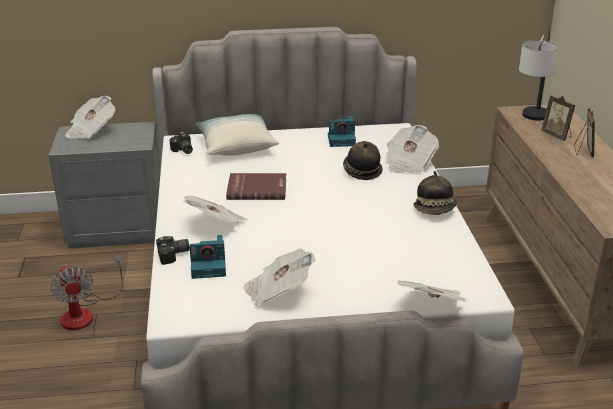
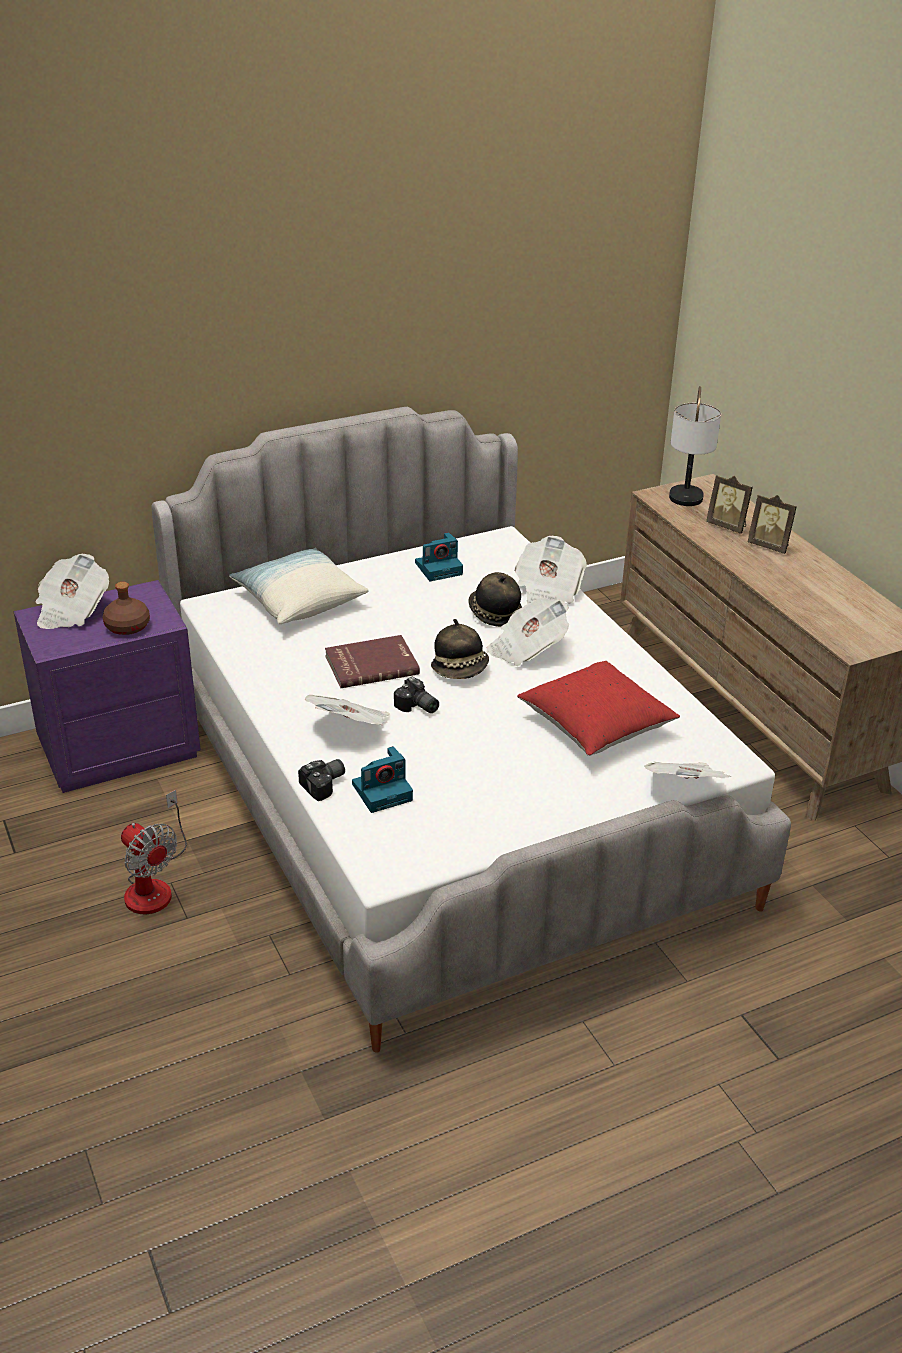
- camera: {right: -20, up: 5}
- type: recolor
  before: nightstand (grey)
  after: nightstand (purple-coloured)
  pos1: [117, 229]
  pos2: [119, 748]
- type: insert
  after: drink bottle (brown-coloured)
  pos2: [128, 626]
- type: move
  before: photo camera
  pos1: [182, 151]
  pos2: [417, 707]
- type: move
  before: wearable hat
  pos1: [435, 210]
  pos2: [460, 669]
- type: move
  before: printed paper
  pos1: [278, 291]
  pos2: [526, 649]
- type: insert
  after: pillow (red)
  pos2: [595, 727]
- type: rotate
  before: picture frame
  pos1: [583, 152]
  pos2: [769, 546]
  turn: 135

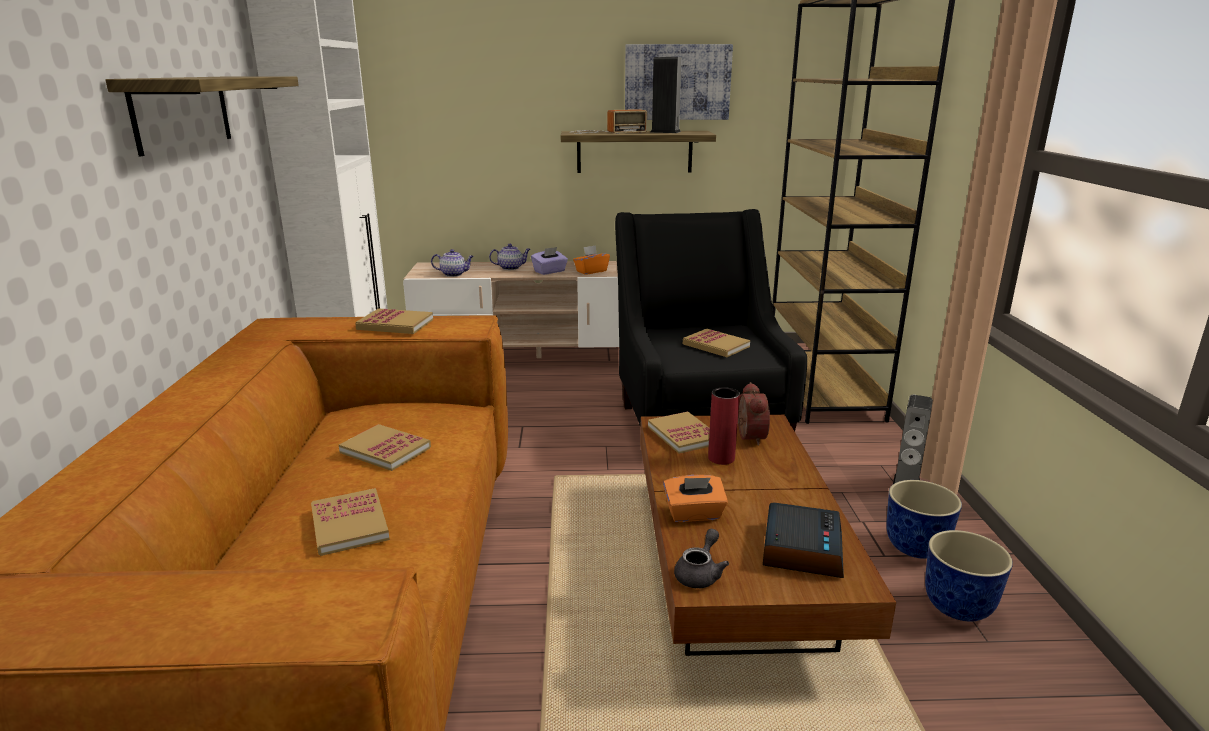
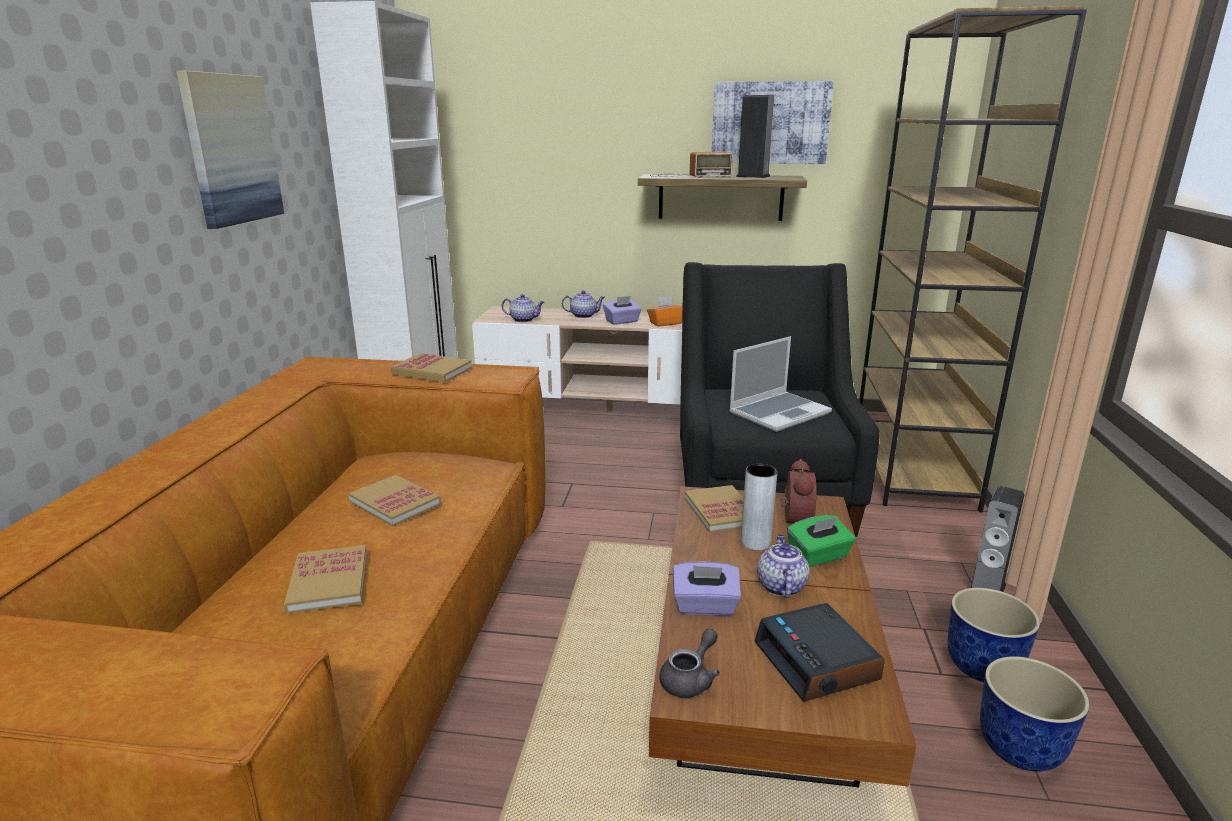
- camera: {right: 10, up: 0}
- type: replace
  before: shelf
  after: picture
  pos1: [182, 112]
  pos2: [231, 149]
- type: recolor
  before: tissue box (orangey)
  after: tissue box (purple-coloured)
  pos1: [694, 514]
  pos2: [705, 606]
- type: replace
  before: bound book
  after: notebook computer
  pos1: [716, 345]
  pos2: [779, 412]
- type: recolor
  before: decorative vase (red)
  after: decorative vase (grey)
  pos1: [721, 458]
  pos2: [755, 542]
- type: rotate
  before: table clock
  pos1: [801, 549]
  pos2: [817, 662]
  turn: 135
- type: insert
  after: tea pot
  pos2: [780, 586]
- type: insert
  after: tissue box (green-coloured)
  pos2: [818, 556]

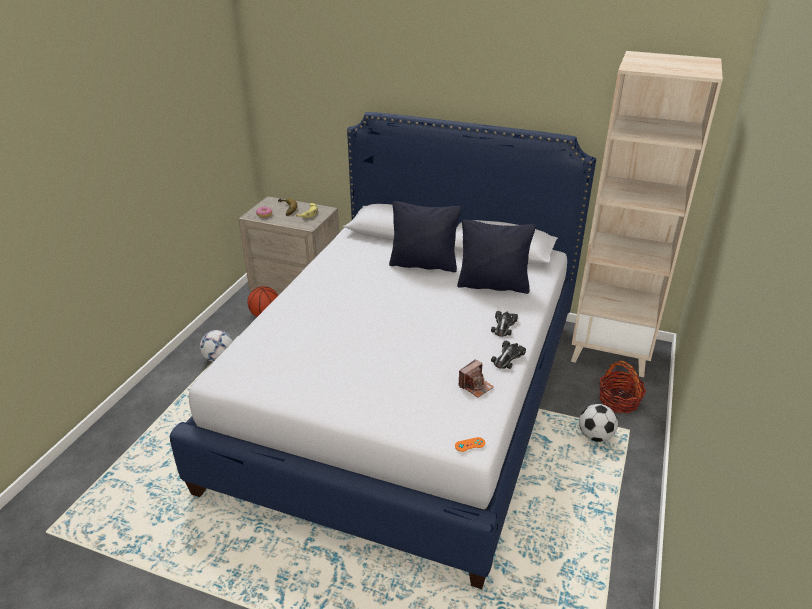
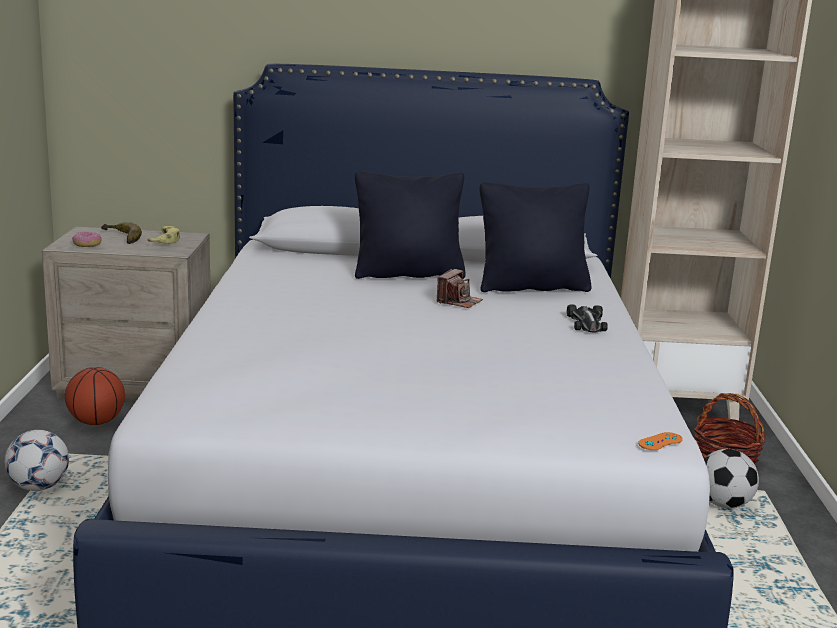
- camera: {right: -20, up: -15}
- type: move
  before: photo camera
  pos1: [475, 386]
  pos2: [458, 302]
- type: delete
  before: miniature car
  pos1: [507, 357]

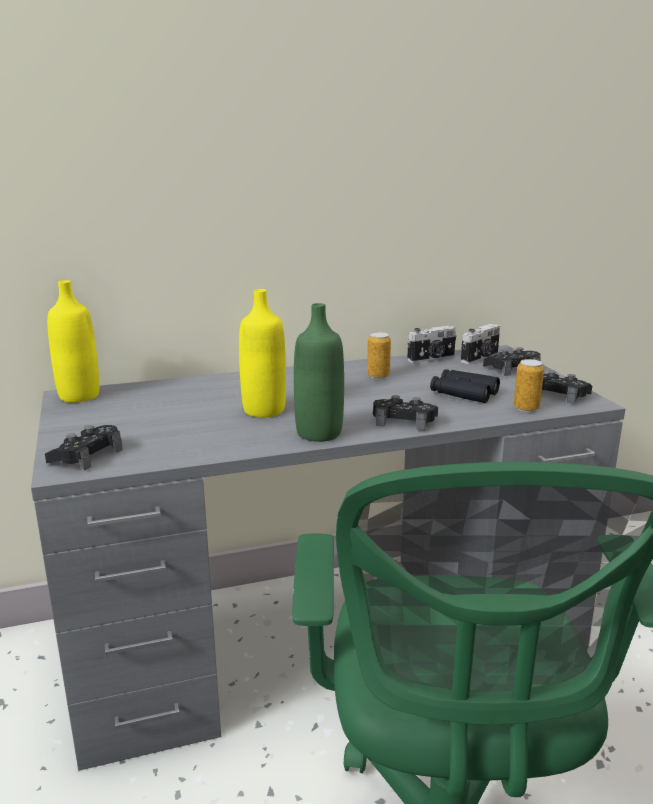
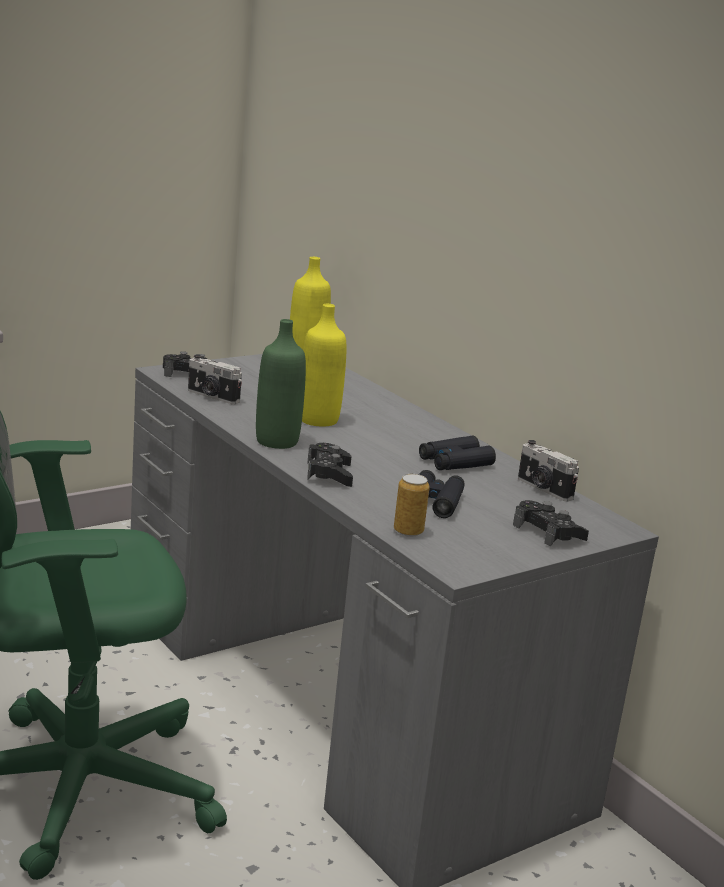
- camera: {right: 70, up: 0}
- type: move
  before: photo camera
  pos1: [481, 358]
  pos2: [212, 396]
- type: replace
  before: sealed can
  after: binoculars (black-coloured)
  pos1: [378, 376]
  pos2: [455, 462]
- type: delete
  before: joypad (black-coloured)
  pos1: [558, 395]

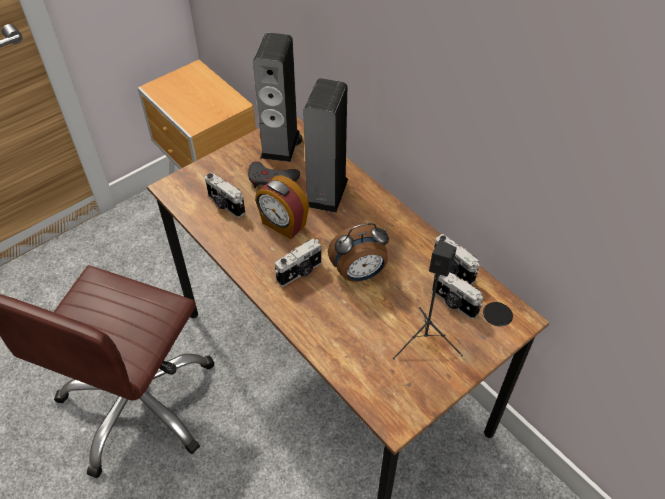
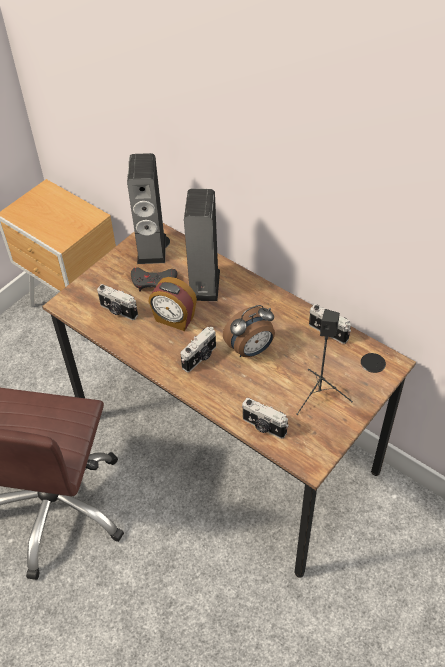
- camera: {right: -10, up: 0}
- type: move
  before: photo camera
  pos1: [453, 303]
  pos2: [263, 427]

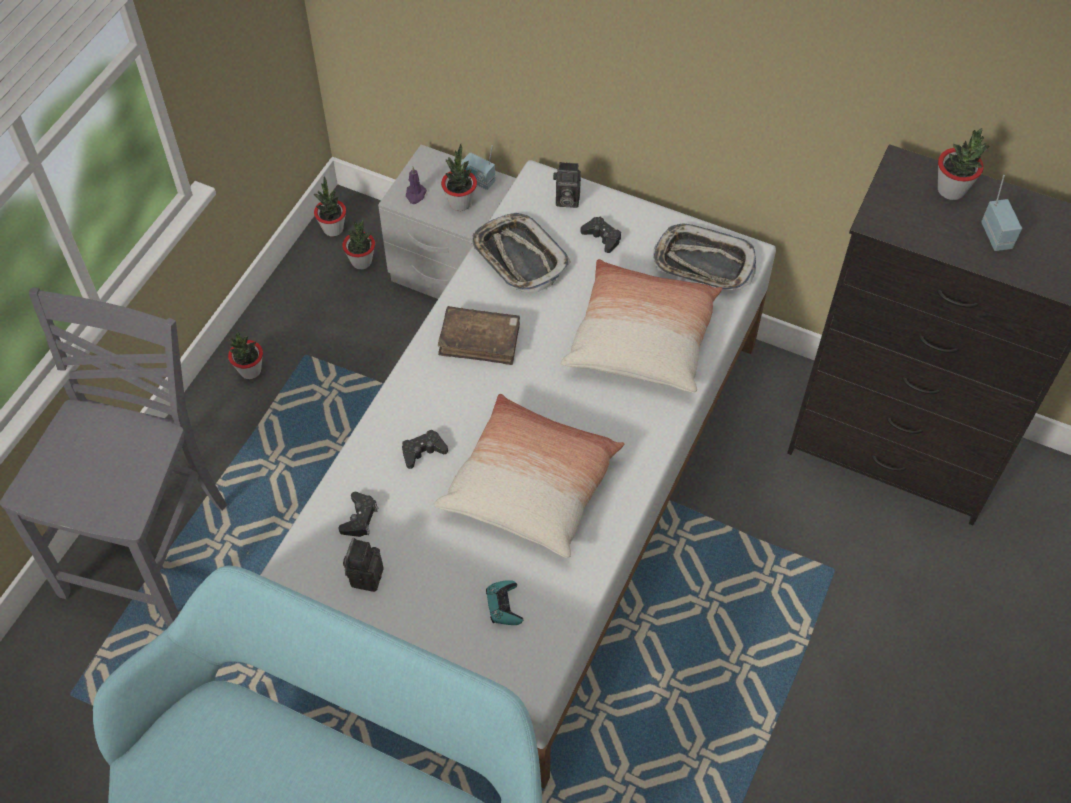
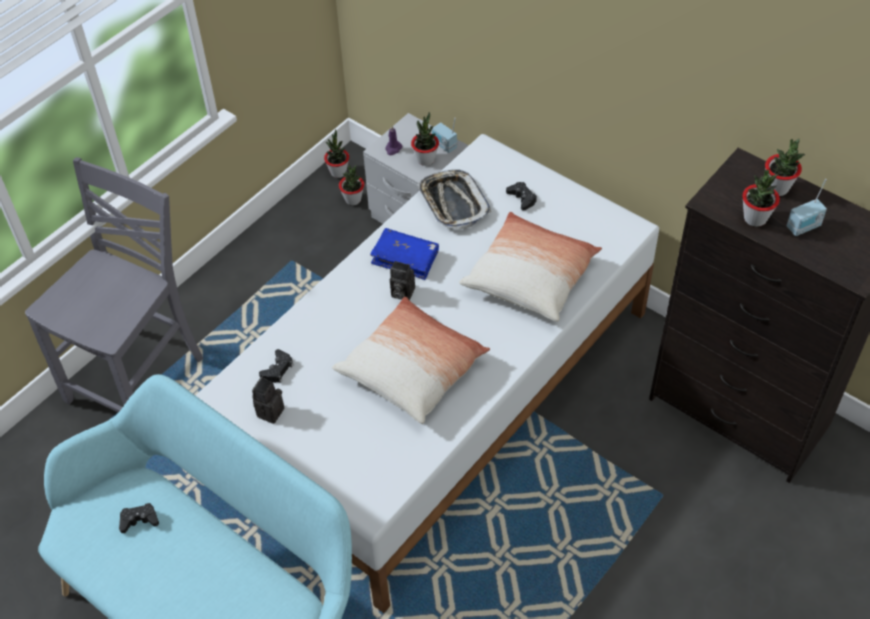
- camera: {right: 15, up: -5}
- type: move
  before: joypad (black-coloured)
  pos1: [423, 451]
  pos2: [139, 520]
- type: recolor
  before: bound book (brown-coloured)
  after: bound book (blue-coloured)
  pos1: [480, 341]
  pos2: [405, 258]
- type: move
  before: photo camera
  pos1: [566, 200]
  pos2: [401, 293]
- type: move
  before: houseplant
  pos1: [250, 371]
  pos2: [755, 218]
- type: rotate
  before: radio receiver
  pos1: [997, 236]
  pos2: [804, 227]
  turn: 60
- type: delete
  before: joypad (turquoise)
  pos1: [504, 606]
- type: delete
  before: tray
  pos1: [703, 263]

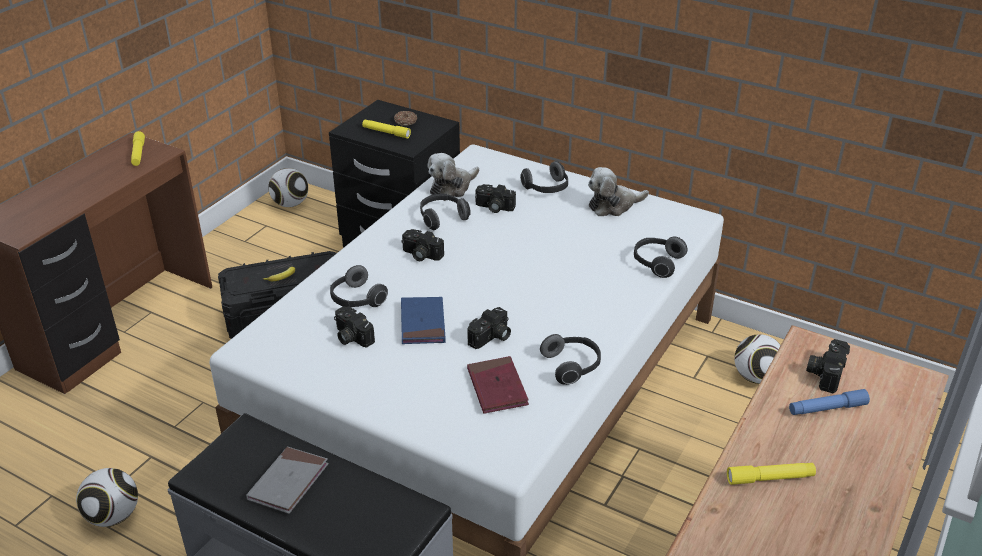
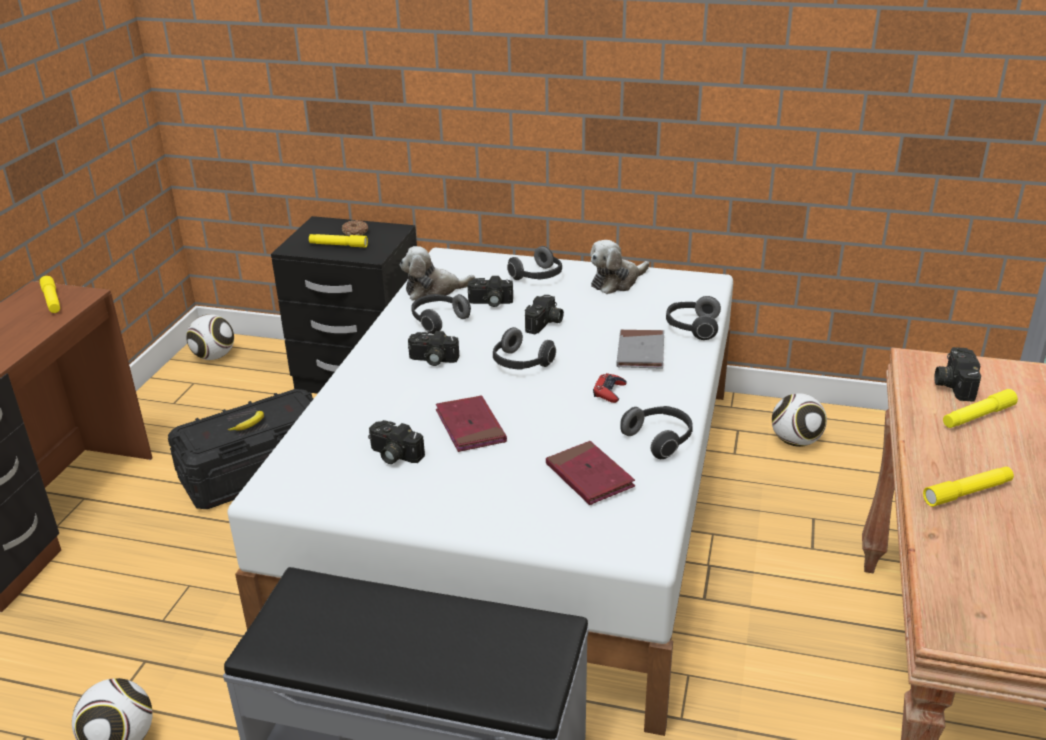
- camera: {right: -15, up: -5}
- type: rotate
  before: plush toy
  pos1: [452, 188]
  pos2: [434, 291]
  turn: 45
- type: recolor
  before: bound book (blue-coloured)
  after: bound book (red)
  pos1: [422, 323]
  pos2: [470, 427]
- type: move
  before: headset
  pos1: [356, 300]
  pos2: [520, 364]
- type: move
  before: photo camera
  pos1: [491, 338]
  pos2: [545, 324]
- type: insert
  after: joypad (red)
  pos2: [609, 392]
- type: move
  before: bound book (grey)
  pos1: [288, 482]
  pos2: [640, 352]
- type: recolor
  before: hand torch (blue-coloured)
  after: hand torch (yellowish)
  pos1: [827, 408]
  pos2: [977, 416]

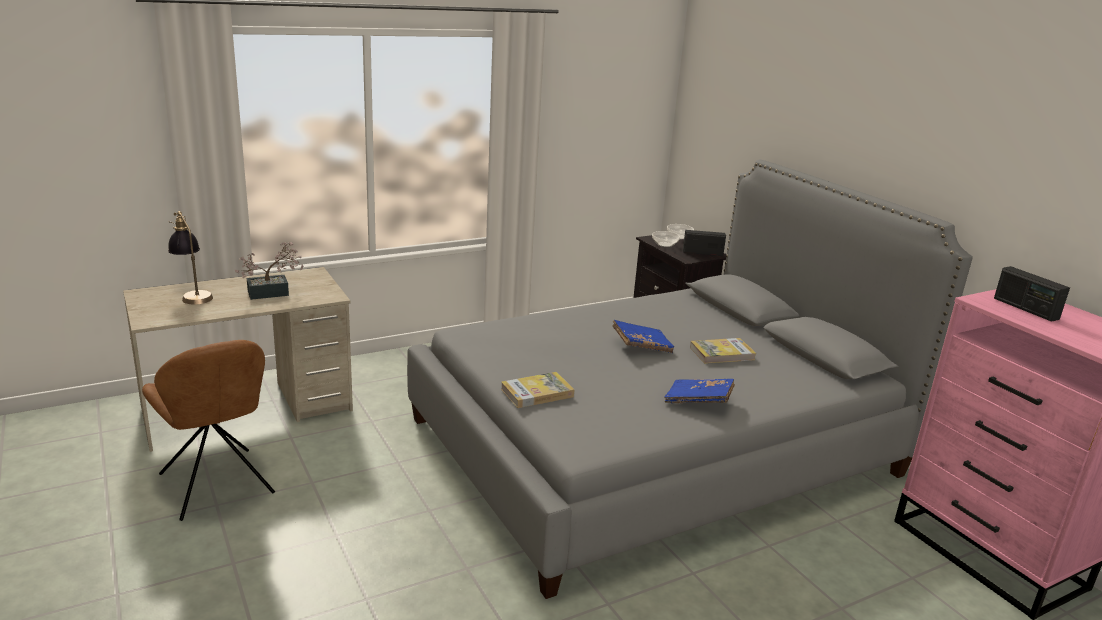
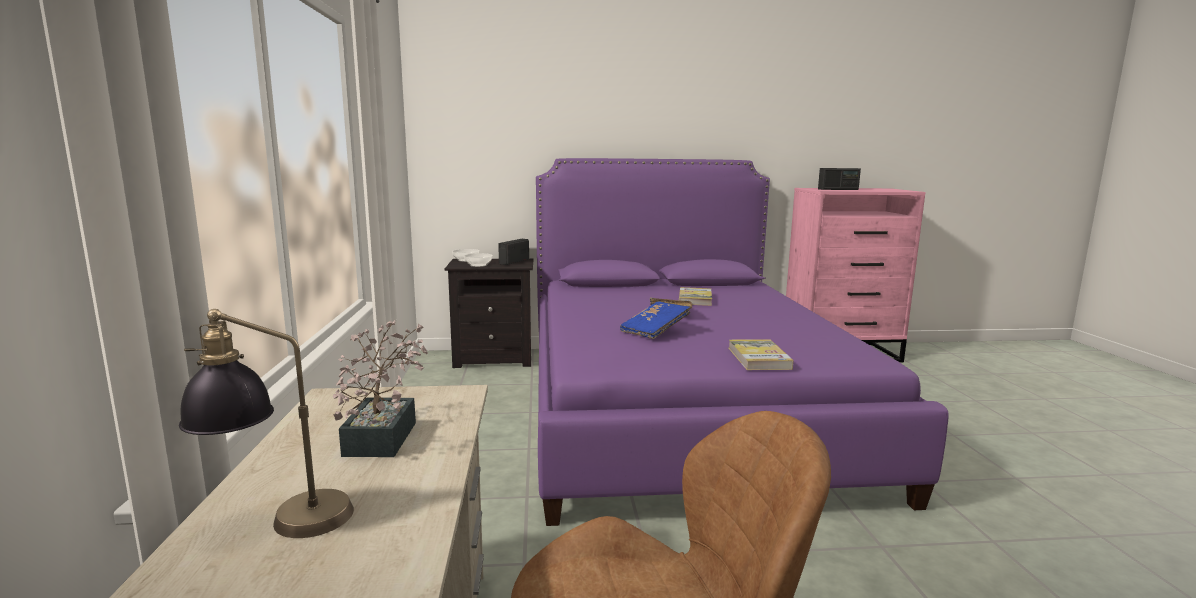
- camera: {right: -65, up: -10}
- type: recolor
  before: bed (grey)
  after: bed (purple-coloured)
  pos1: [654, 446]
  pos2: [680, 408]
- type: move
  before: bound book (blue-coloured)
  pos1: [698, 401]
  pos2: [655, 330]

